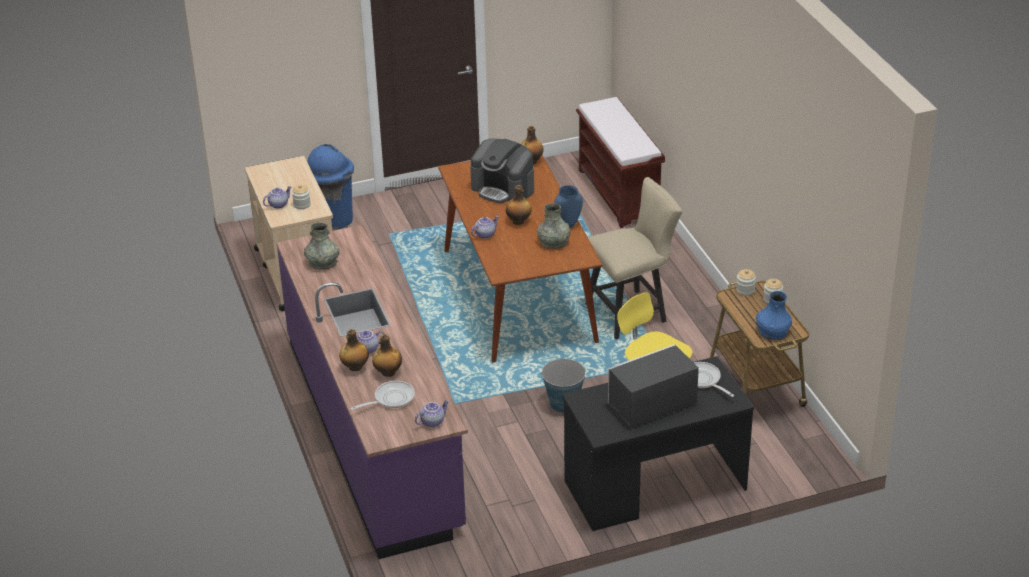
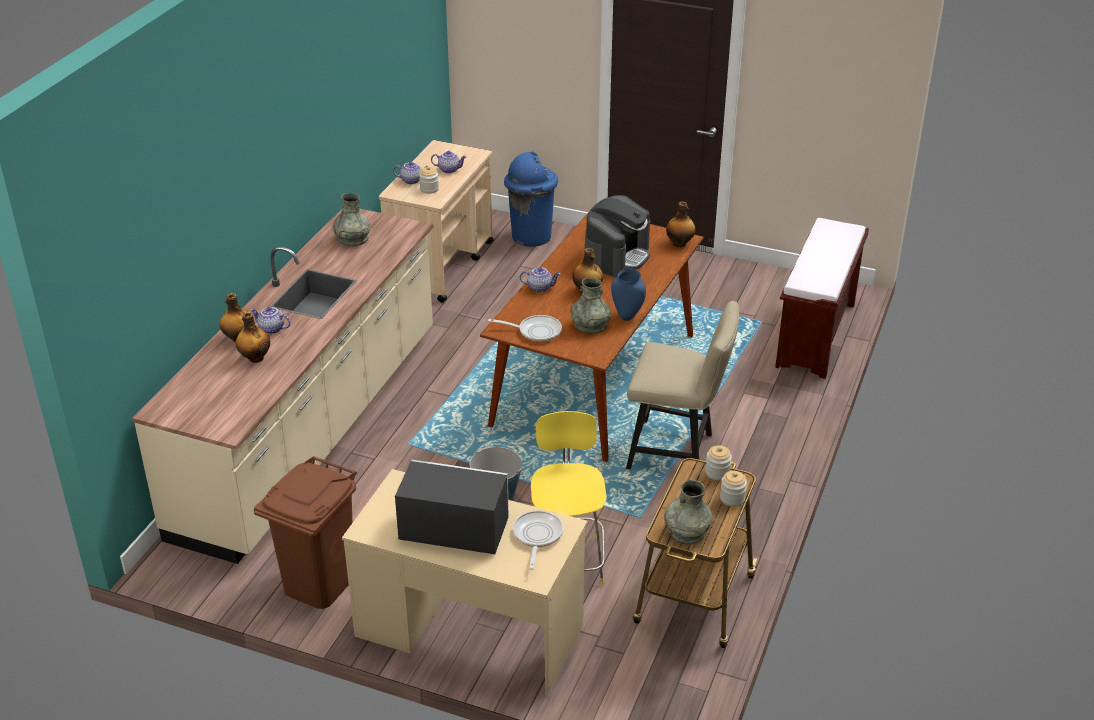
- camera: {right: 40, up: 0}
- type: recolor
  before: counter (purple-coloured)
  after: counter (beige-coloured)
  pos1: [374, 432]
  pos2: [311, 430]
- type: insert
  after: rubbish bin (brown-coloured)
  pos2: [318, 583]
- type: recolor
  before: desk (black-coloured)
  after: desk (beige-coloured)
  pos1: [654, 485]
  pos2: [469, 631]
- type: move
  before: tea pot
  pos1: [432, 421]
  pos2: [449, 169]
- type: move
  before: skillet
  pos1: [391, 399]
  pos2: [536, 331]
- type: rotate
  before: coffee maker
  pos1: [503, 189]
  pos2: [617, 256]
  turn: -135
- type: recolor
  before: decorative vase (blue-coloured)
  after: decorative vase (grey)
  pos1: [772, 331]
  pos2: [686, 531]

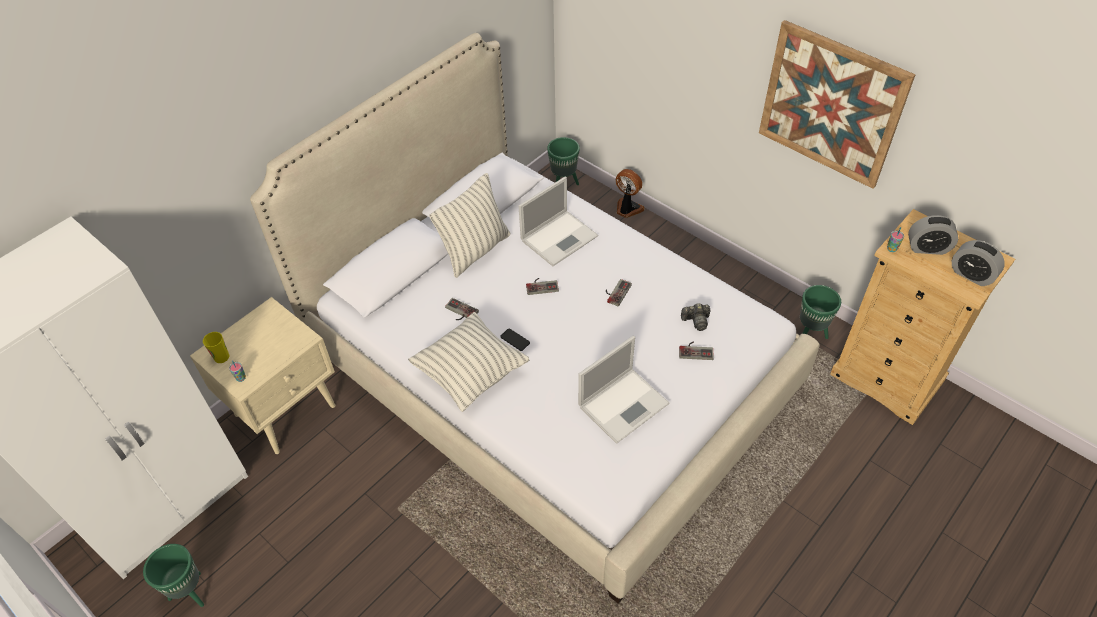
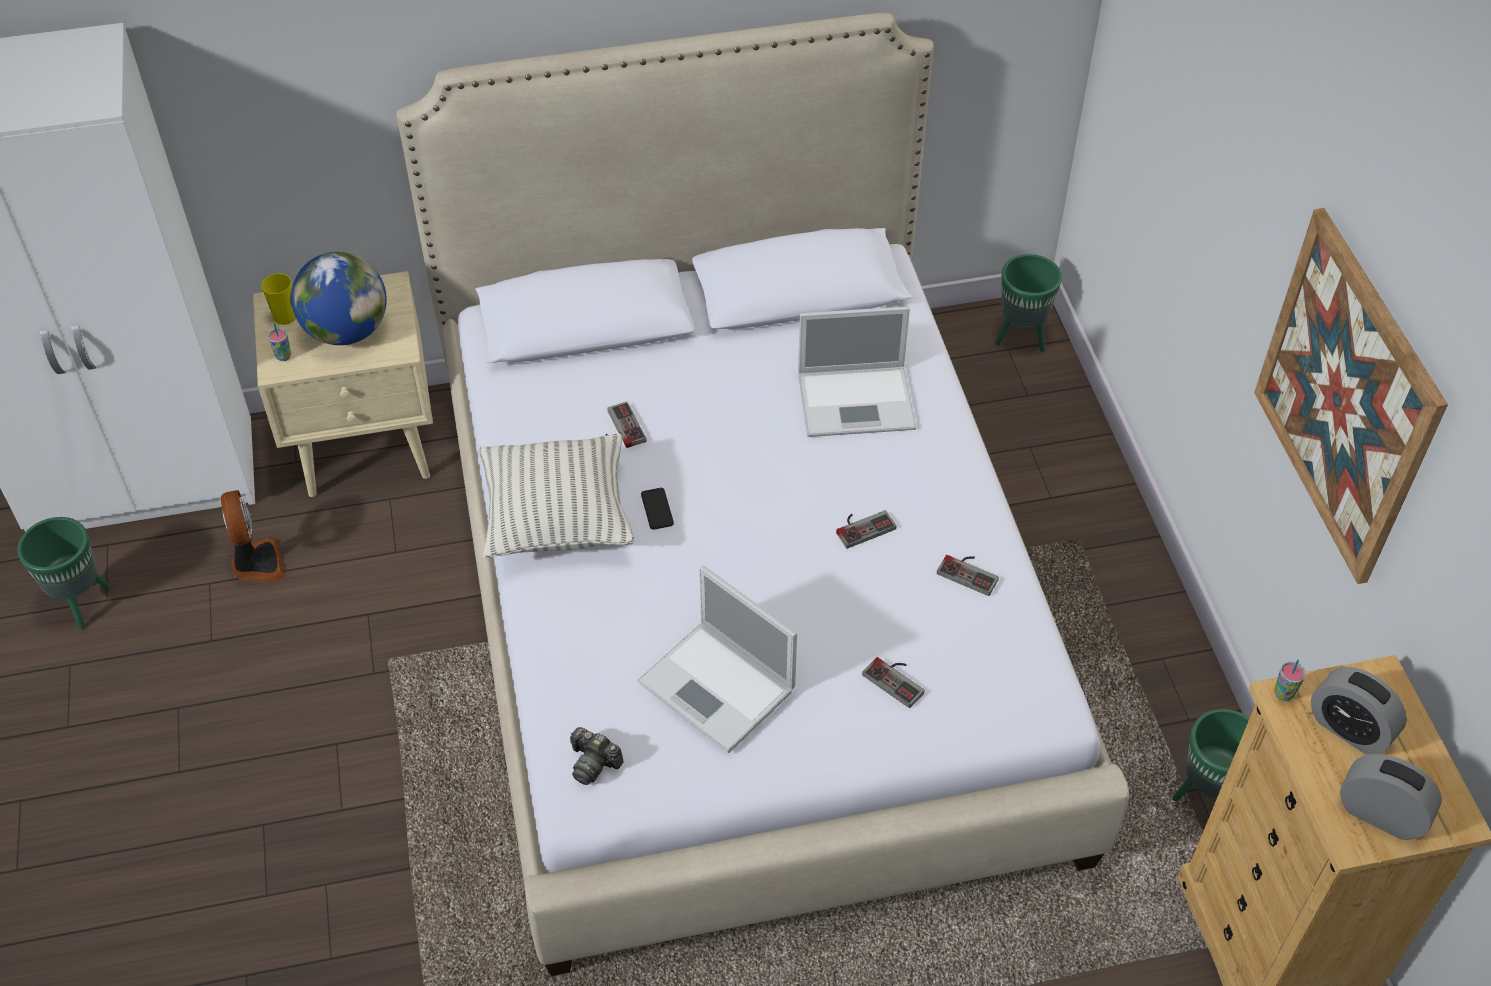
- camera: {right: 35, up: 0}
- type: move
  before: cooling fan
  pos1: [627, 209]
  pos2: [256, 564]
- type: insert
  after: desk globe
  pos2: [347, 331]
- type: move
  before: photo camera
  pos1: [696, 321]
  pos2: [593, 763]
- type: rotate
  before: notebook computer
  pos1: [624, 404]
  pos2: [719, 687]
  turn: 45
- type: move
  before: joypad
  pos1: [541, 285]
  pos2: [970, 572]
- type: rotate
  before: table clock
  pos1: [971, 275]
  pos2: [1380, 814]
  turn: 135
- type: delete
  before: pillow
  pos1: [475, 251]

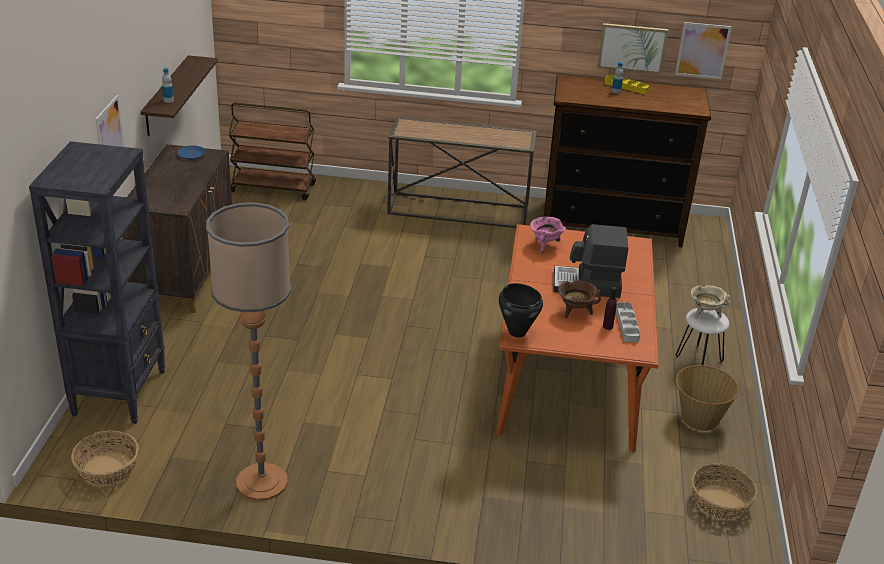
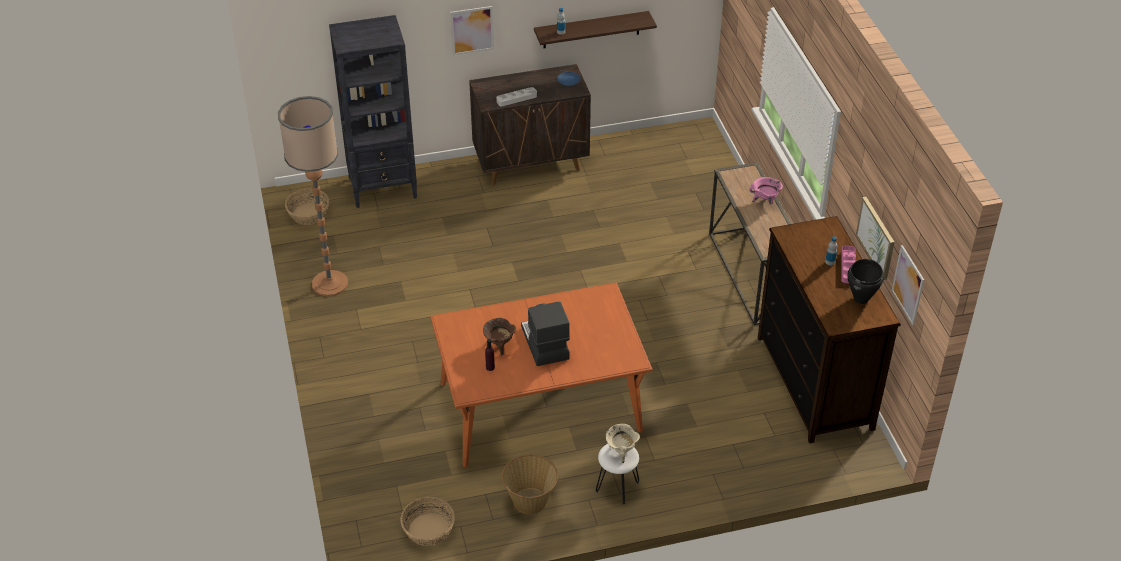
- camera: {right: 70, up: 10}
- type: move
  before: tray (grey)
  pos1: [627, 325]
  pos2: [516, 98]
- type: move
  before: cooking pot (pink)
  pos1: [545, 246]
  pos2: [765, 201]
- type: recolor
  before: tray (yellowish)
  after: tray (pink)
  pos1: [626, 87]
  pos2: [848, 266]
- type: move
  before: cooking pot (black-coloured)
  pos1: [517, 332]
  pos2: [861, 298]
- type: delete
  before: wheeled cart (brown-coloured)
  pos1: [274, 188]

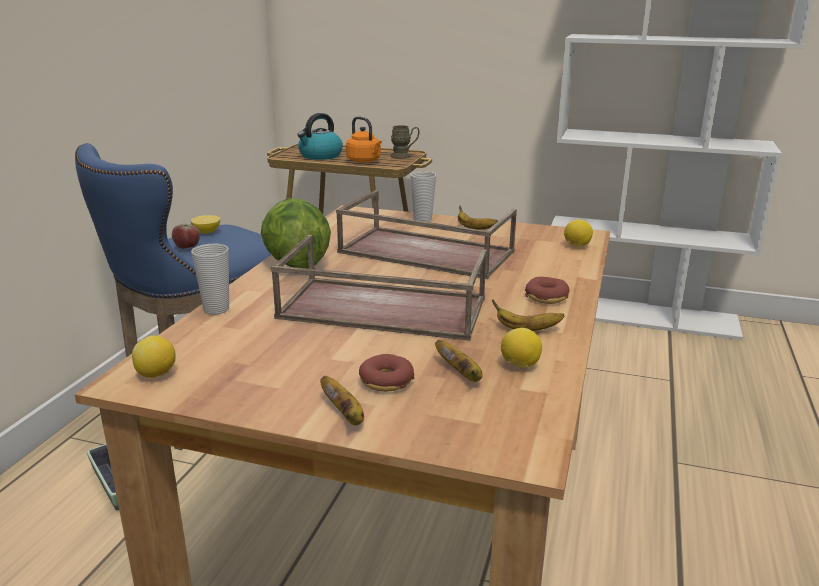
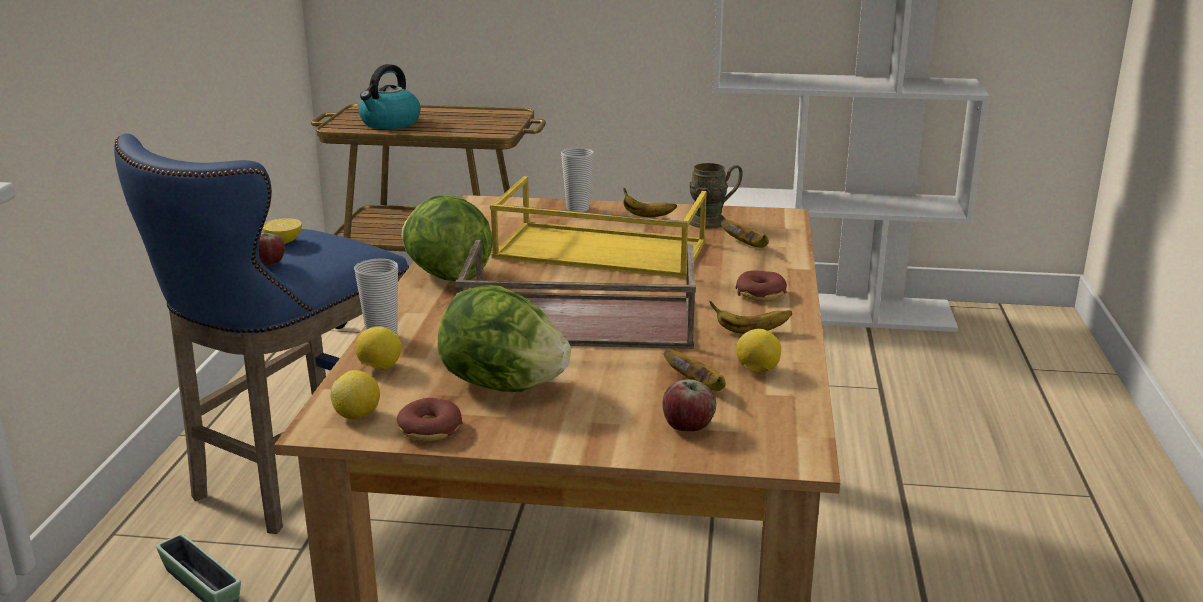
- camera: {right: -10, up: 0}
- type: move
  before: lemon
  pos1: [577, 246]
  pos2: [379, 368]
- type: move
  before: doughnut
  pos1: [386, 381]
  pos2: [429, 429]
- type: insert
  after: lettuce
  pos2: [502, 386]
- type: recolor
  before: tray (brown-coloured)
  after: tray (yellowish)
  pos1: [423, 252]
  pos2: [597, 251]
- type: insert
  after: whole apple
  pos2: [688, 427]
- type: move
  before: tea mug (brown-coloured)
  pos1: [404, 156]
  pos2: [714, 221]
- type: move
  before: whole banana
  pos1: [344, 415]
  pos2: [747, 245]
- type: delete
  before: tea kettle (orangey)
  pos1: [365, 161]

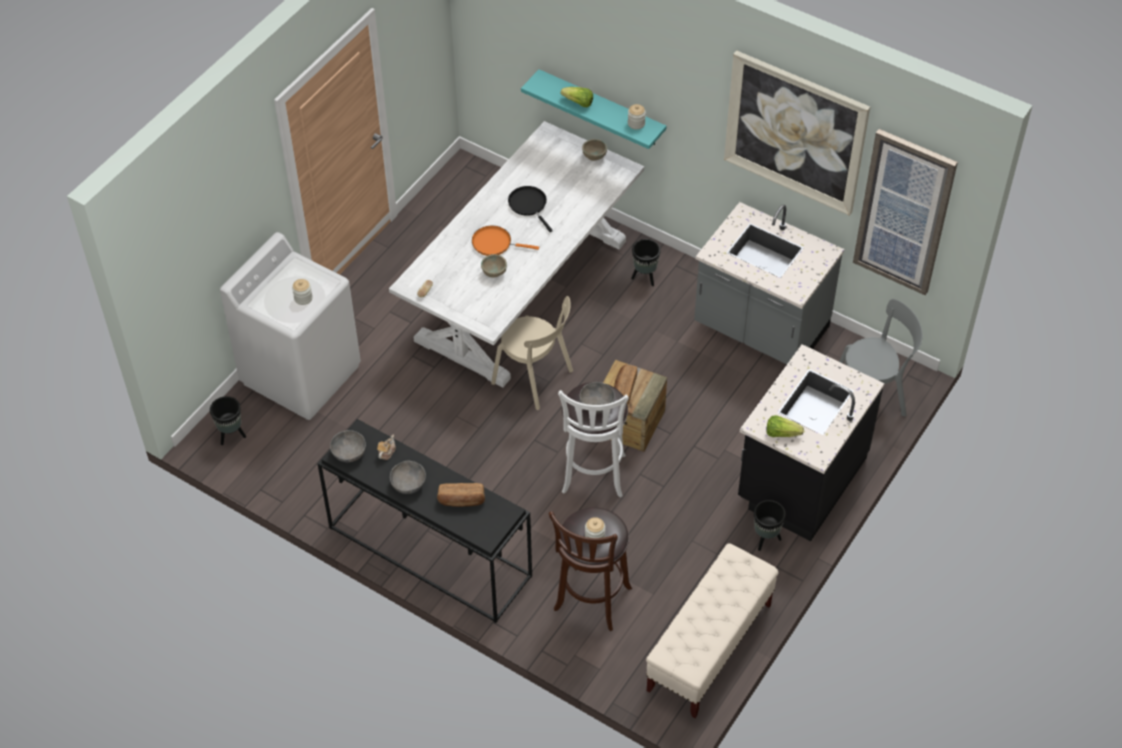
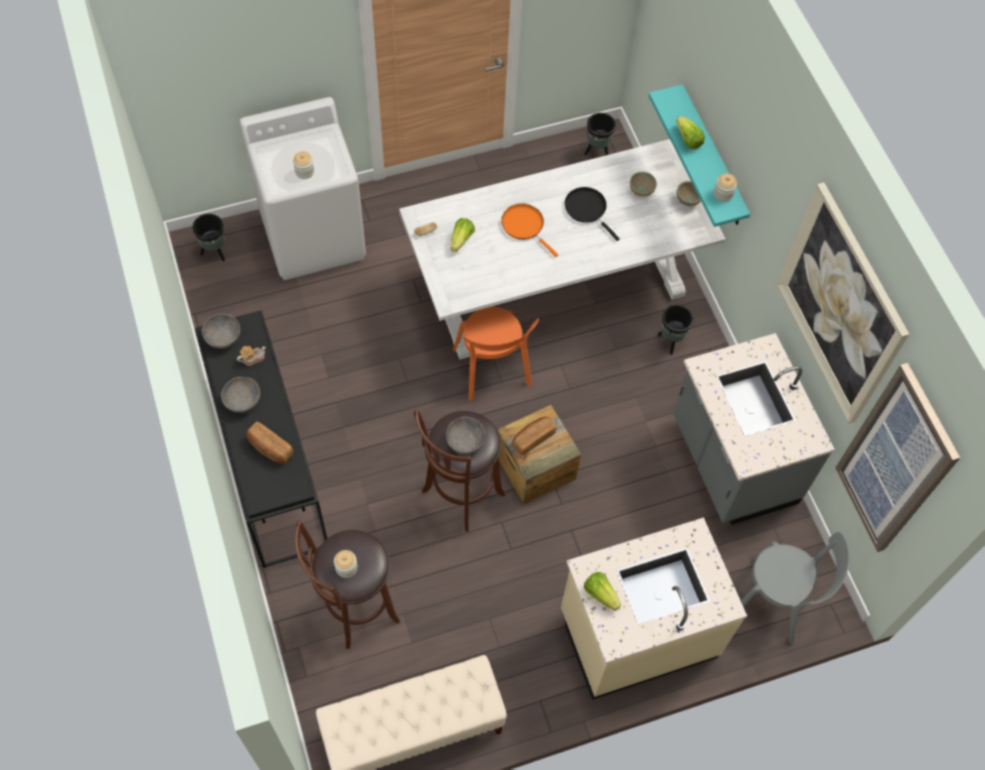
- camera: {right: 35, up: 10}
- type: recolor
  before: stool (white-coloured)
  after: stool (brown-coloured)
  pos1: [593, 477]
  pos2: [460, 496]
- type: insert
  after: lettuce
  pos2: [461, 239]
- type: recolor
  before: plain chair (beige-coloured)
  after: plain chair (orangey)
  pos1: [535, 379]
  pos2: [492, 370]
- type: recolor
  before: counter (black-coloured)
  after: counter (beige-coloured)
  pos1: [800, 479]
  pos2: [637, 632]
- type: rotate
  before: skillet (black-coloured)
  pos1: [529, 205]
  pos2: [587, 209]
  turn: -45
- type: move
  before: flower pot (black-coloured)
  pos1: [765, 539]
  pos2: [597, 151]
- type: move
  before: serving bowl (beige-coloured)
  pos1: [494, 272]
  pos2: [641, 191]

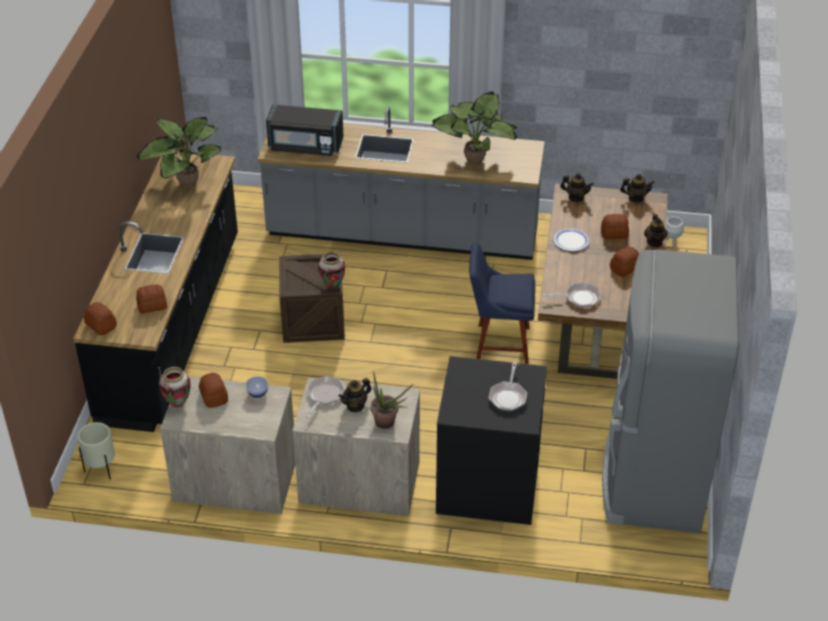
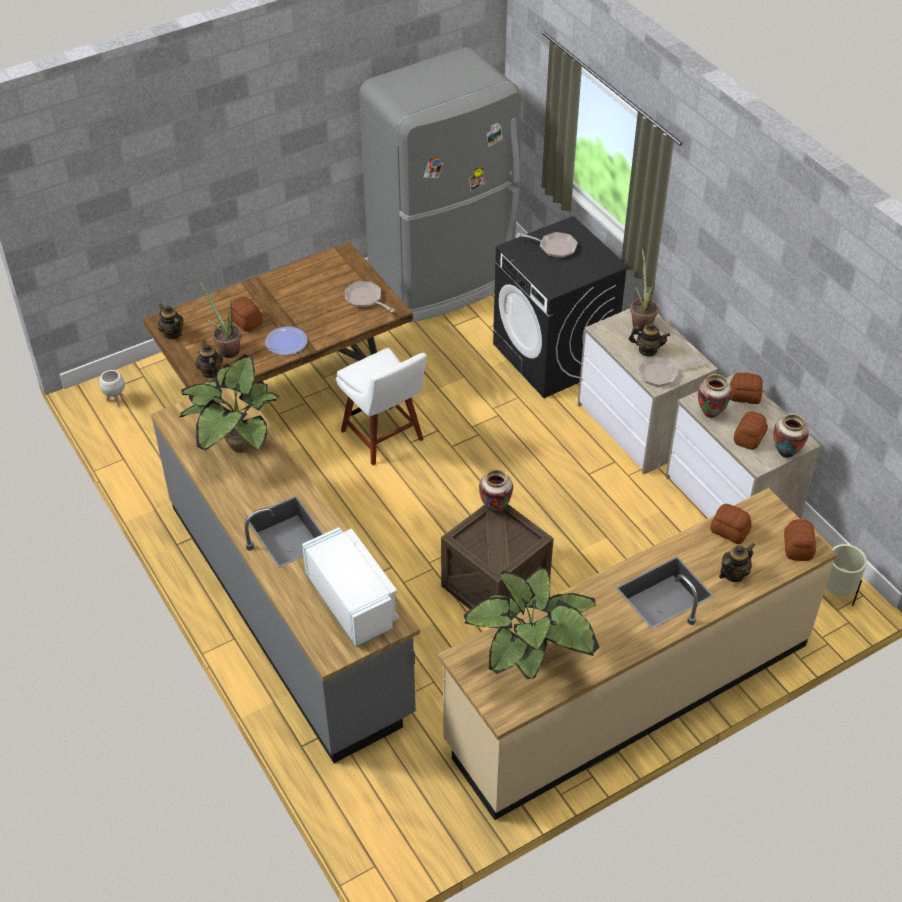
- camera: {right: -130, up: 5}
- type: insert
  after: houseplant
  pos2: [226, 349]
- type: recolor
  before: microwave (black-coloured)
  after: microwave (white-coloured)
  pos1: [305, 146]
  pos2: [352, 602]
- type: recolor
  before: plain chair (blue-coloured)
  after: plain chair (white-coloured)
  pos1: [499, 343]
  pos2: [384, 437]
- type: recolor
  before: counter (black-coloured)
  after: counter (beige-coloured)
  pos1: [173, 327]
  pos2: [628, 693]
- type: rotate
  before: skillet
  pos1: [508, 396]
  pos2: [554, 247]
  turn: 45
- type: replace
  before: serving bowl
  after: decorative vase
  pos1: [257, 393]
  pos2: [710, 414]
- type: move
  before: tea pot
  pos1: [654, 242]
  pos2: [733, 574]
- type: move
  before: baked bread
  pos1: [625, 268]
  pos2: [744, 395]

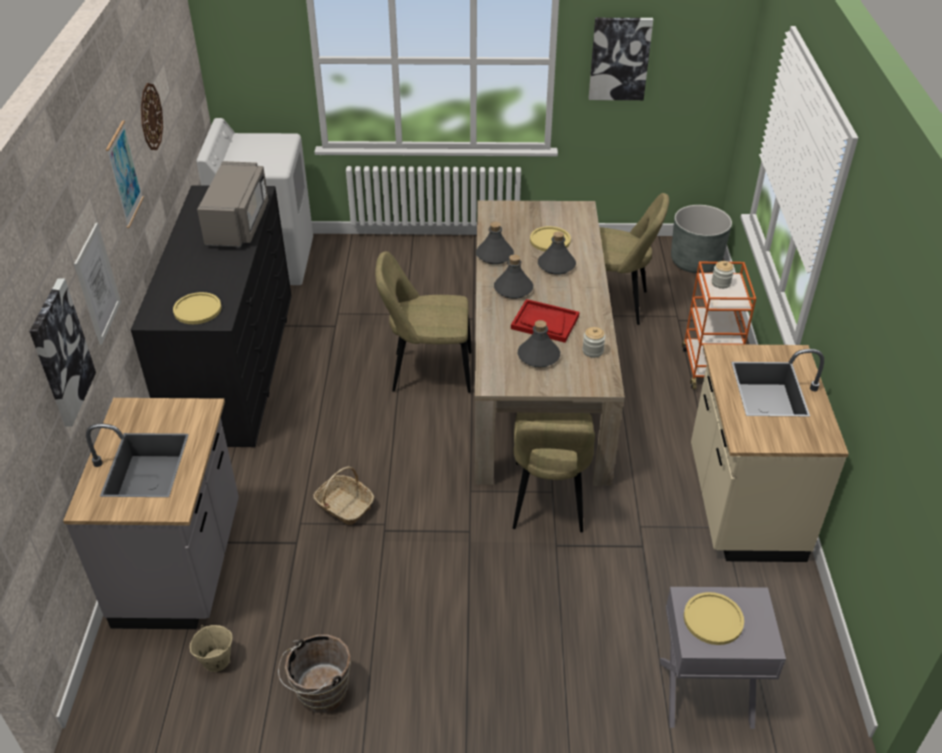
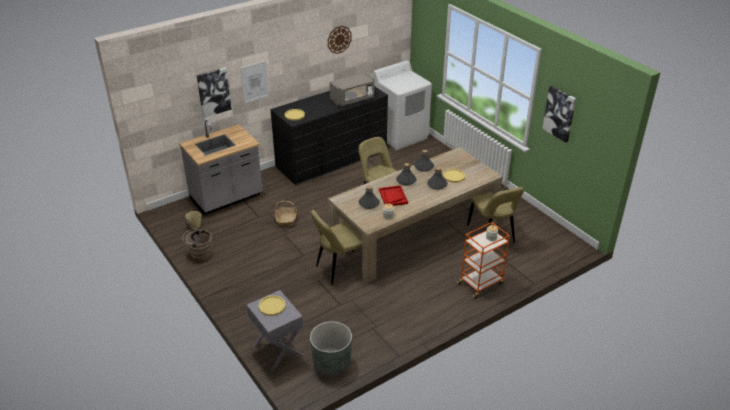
- camera: {right: 55, up: -5}
- type: move
  before: flower pot (grey)
  pos1: [695, 262]
  pos2: [332, 362]
- type: delete
  before: picture
  pos1: [124, 174]
- type: delete
  before: counter (beige-coloured)
  pos1: [742, 505]

